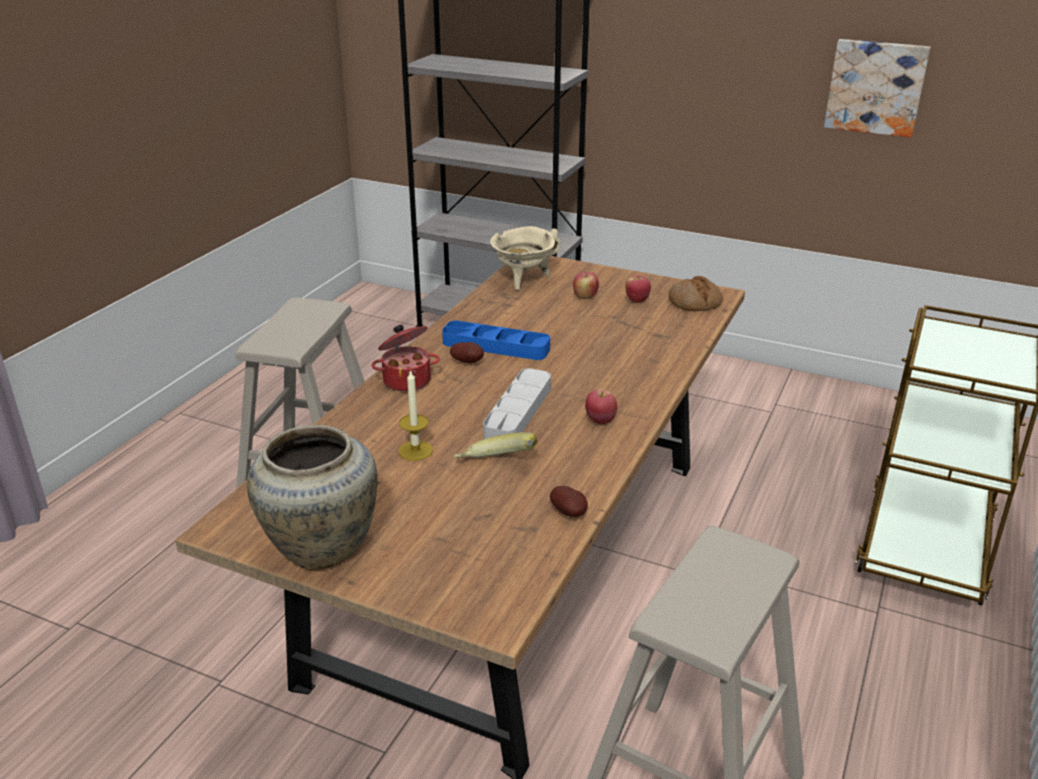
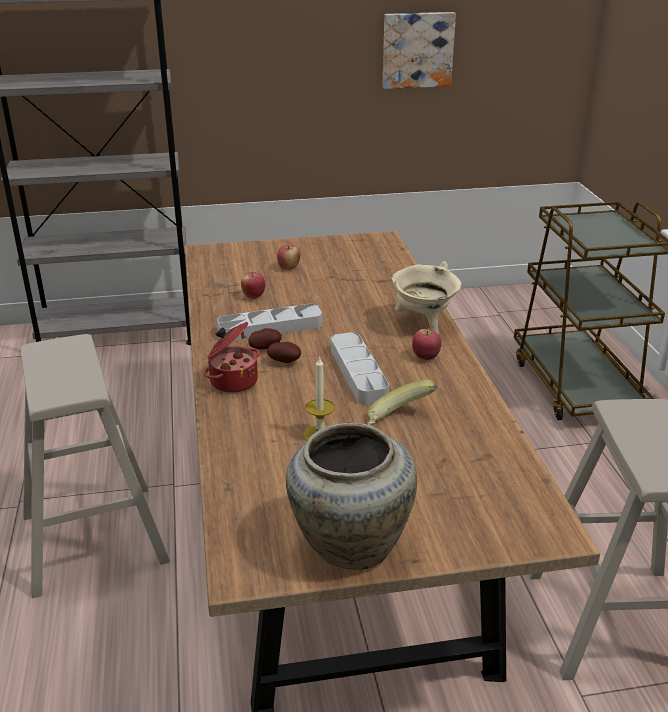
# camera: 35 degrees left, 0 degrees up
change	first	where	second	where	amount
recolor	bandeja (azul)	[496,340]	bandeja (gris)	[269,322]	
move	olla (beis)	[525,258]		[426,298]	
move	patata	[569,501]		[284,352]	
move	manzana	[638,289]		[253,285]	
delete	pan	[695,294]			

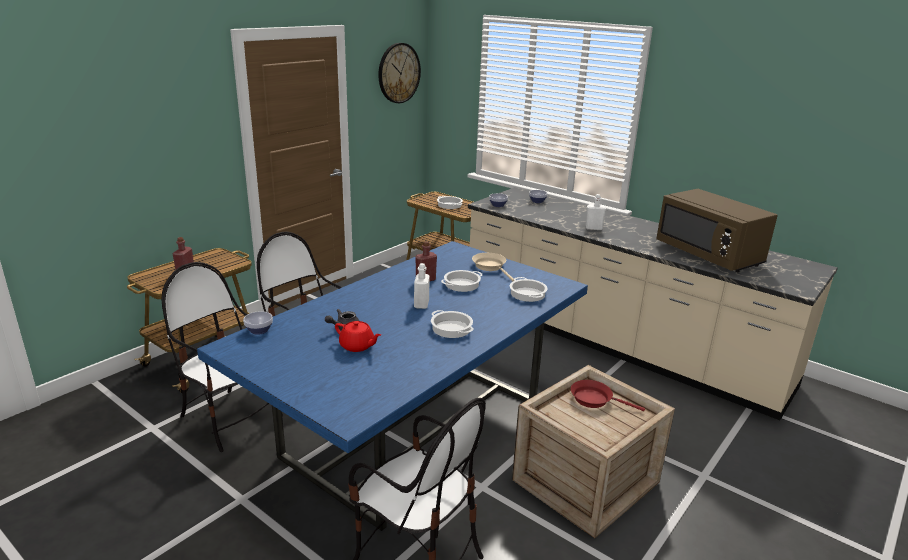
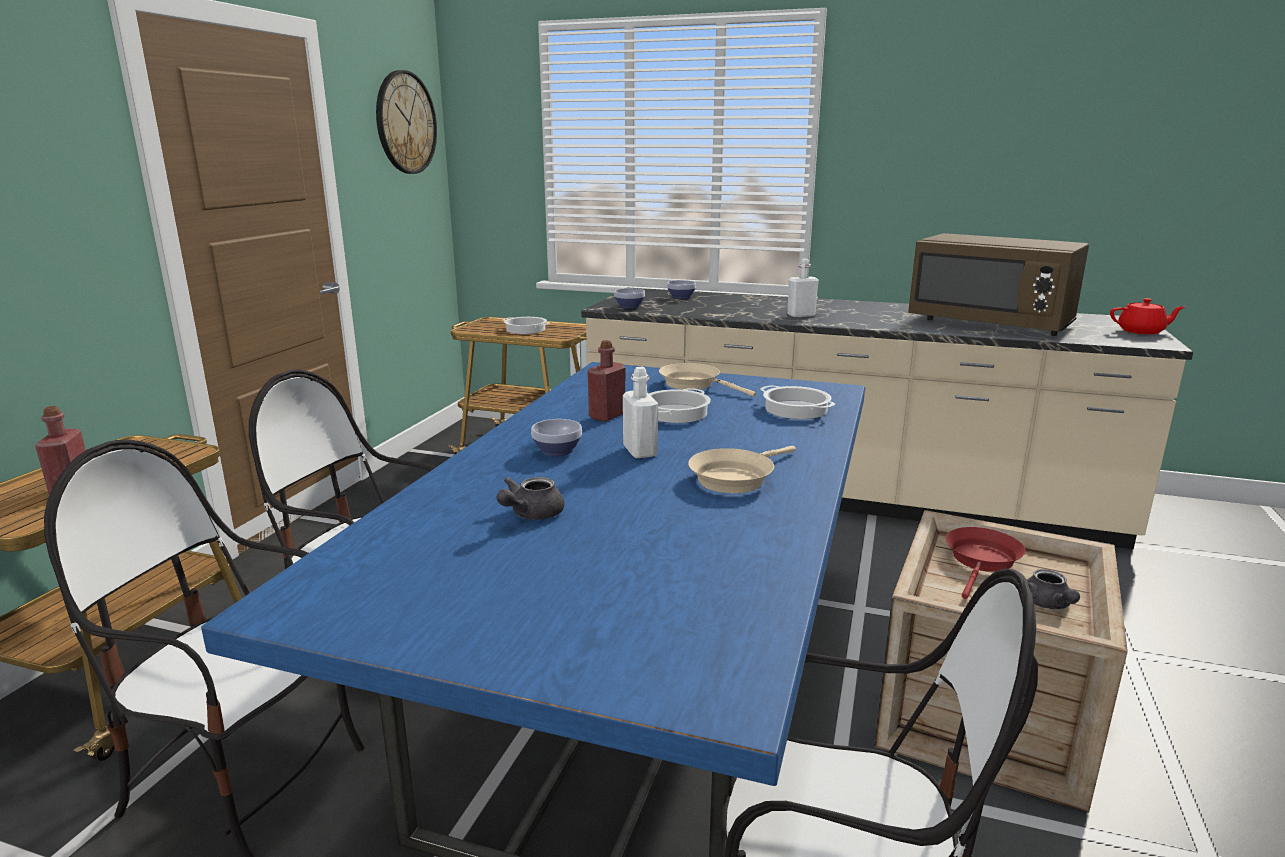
# camera: 20 degrees left, 5 degrees down
change	first	where	second	where	amount
move	cuenco	[258,323]		[556,438]	
move	tetera (rojo)	[358,336]		[1147,316]	
replace	olla	[452,324]	sartén (beis)	[742,469]	
rotate	sartén (rojo)	[608,395]		[985,563]	120 degrees clockwise
insert			tetera (gris)	[1053,589]	

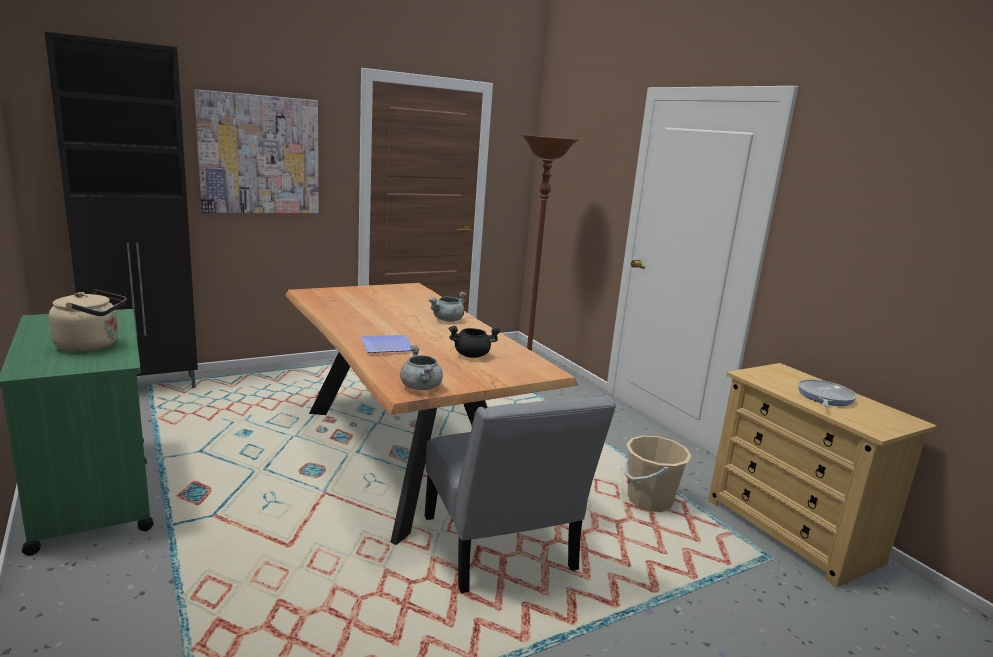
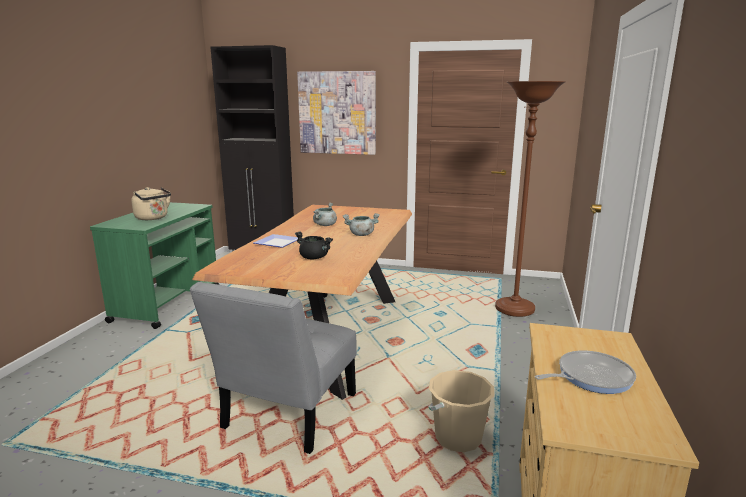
# camera: 45 degrees right, 0 degrees up
change	first	where	second	where	amount
move	olla (gris)	[421,367]		[325,214]	

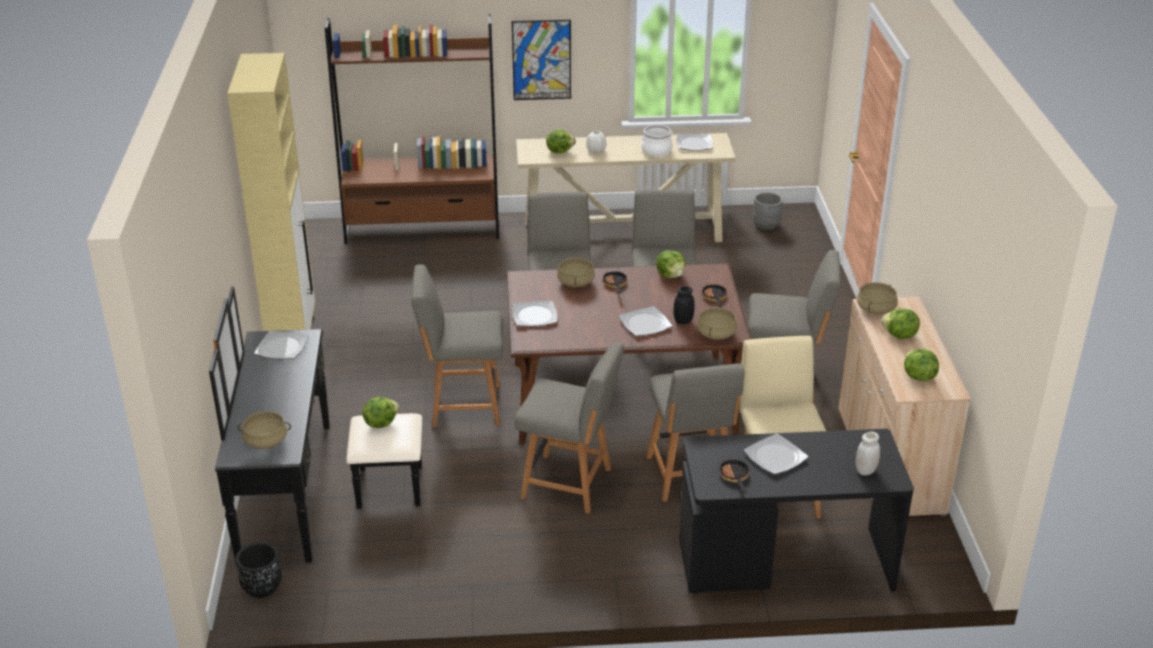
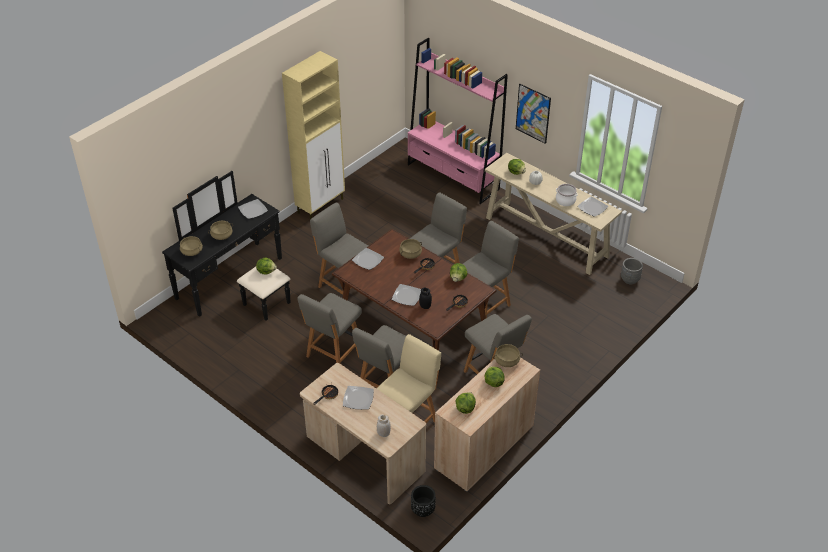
# camera: 45 degrees right, 10 degrees up
change	first	where	second	where	amount
move	maceta (negro)	[259,570]		[423,501]	
recolor	estantería (marrón)	[412,129]	estantería (rosa)	[458,121]	
rotate	silla (gris)	[569,428]		[329,328]	60 degrees clockwise
recolor	escritorio (negro)	[796,511]	escritorio (beis)	[363,433]	
move	olla (beis)	[717,323]		[220,230]	

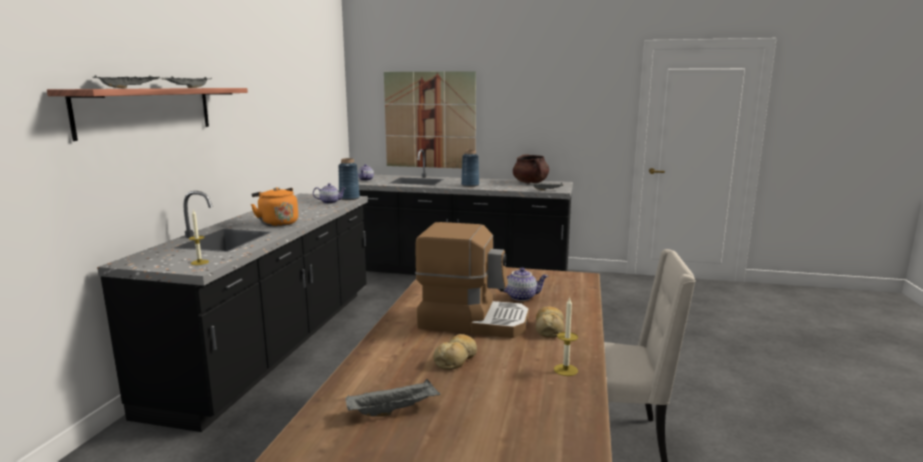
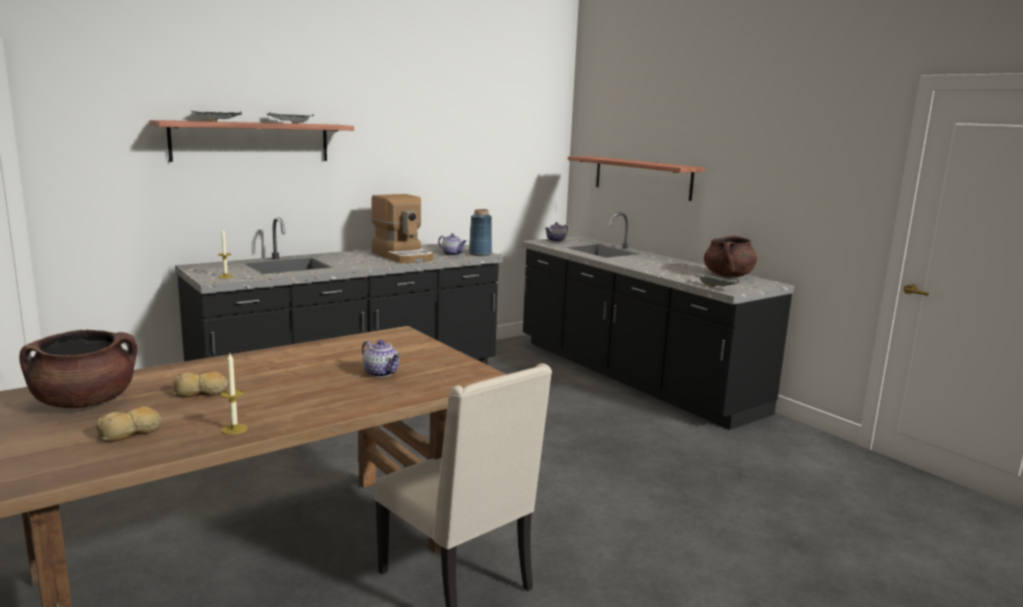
# camera: 40 degrees right, 0 degrees up
change	first	where	second	where	amount
delete	hervidor (naranja)	[274,206]			
replace	bandeja (gris)	[392,398]	olla (marrón)	[78,369]	
replace	cuadro	[430,119]	estante	[636,178]	
move	cafetera	[472,280]		[402,228]	
delete	florero (azul)	[470,168]			
move	pan	[550,322]		[128,424]	

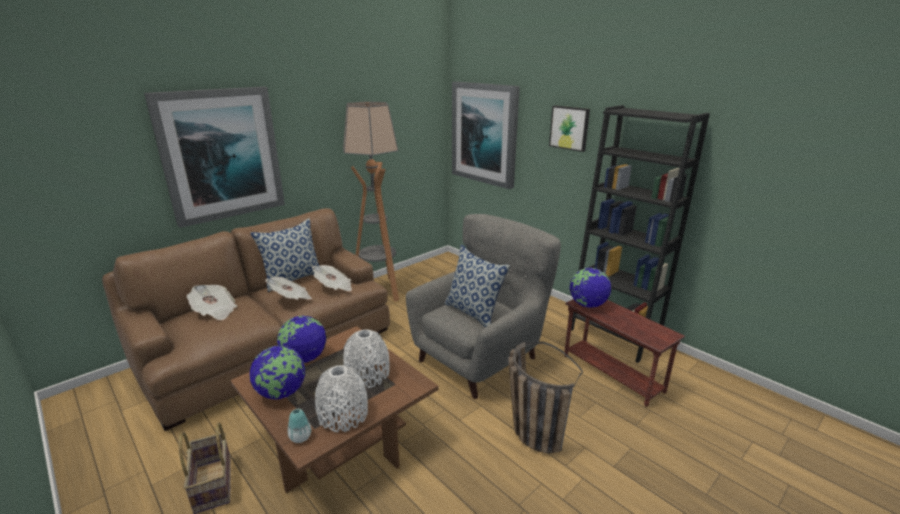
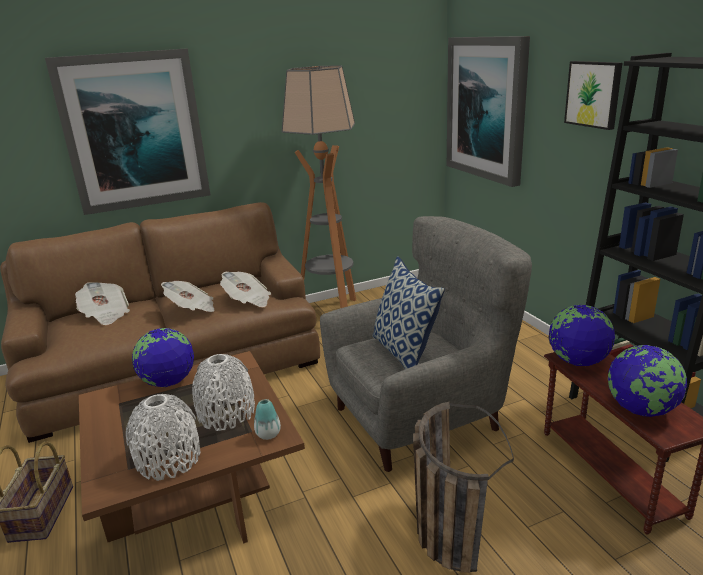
# camera: 20 degrees right, 0 degrees up
change	first	where	second	where	amount
delete	cojín	[284,255]			
move	globo terráqueo	[278,372]		[647,381]	
move	florero	[299,426]		[267,419]	

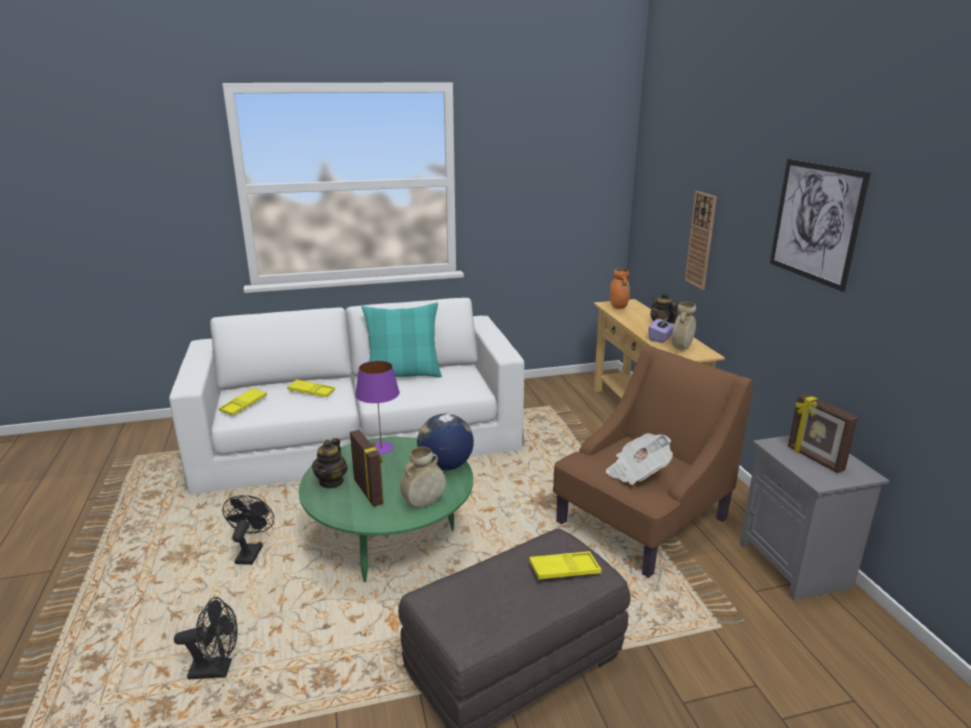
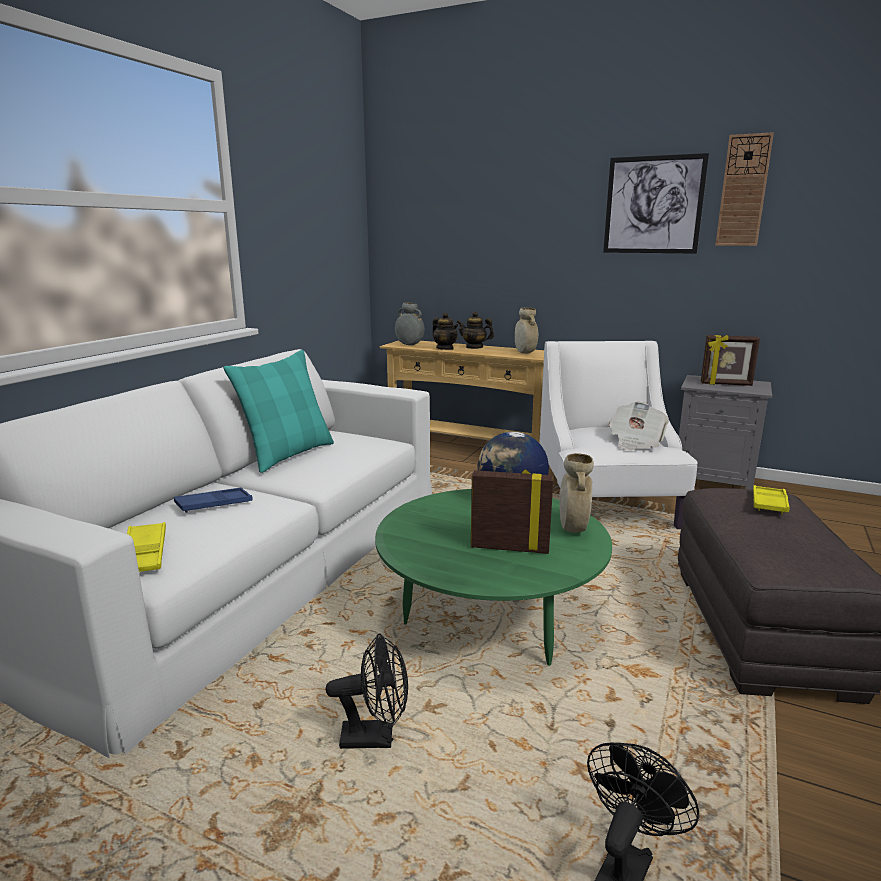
# camera: 50 degrees left, 5 degrees down
change	first	where	second	where	amount
rotate	ventilador (negro)	[248,530]		[367,691]	135 degrees clockwise
recolor	bandeja (amarillo)	[311,388]	bandeja (azul)	[213,500]	
move	tetera	[330,463]		[445,331]	
delete	lámpara de mesa (morado)	[377,408]			
recolor	sillón (marrón)	[653,461]	sillón (blanco)	[618,435]	
recolor	florero (naranja)	[620,288]	florero (gris)	[410,323]	
delete	caja de pañuelos (morado)	[661,330]			
move	reloj de pared	[701,240]		[744,189]	

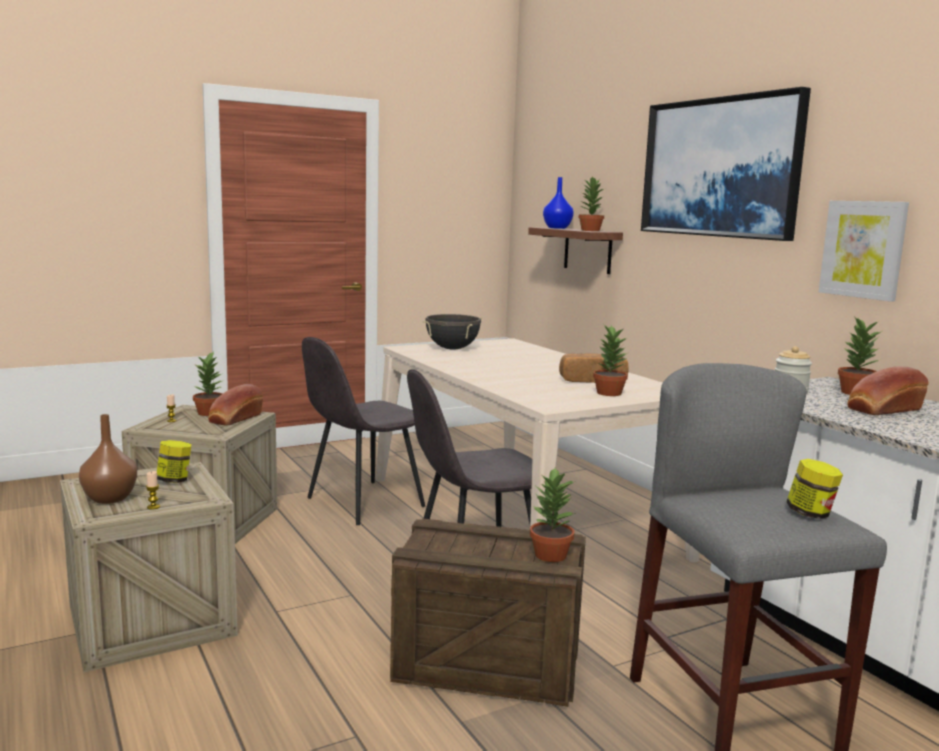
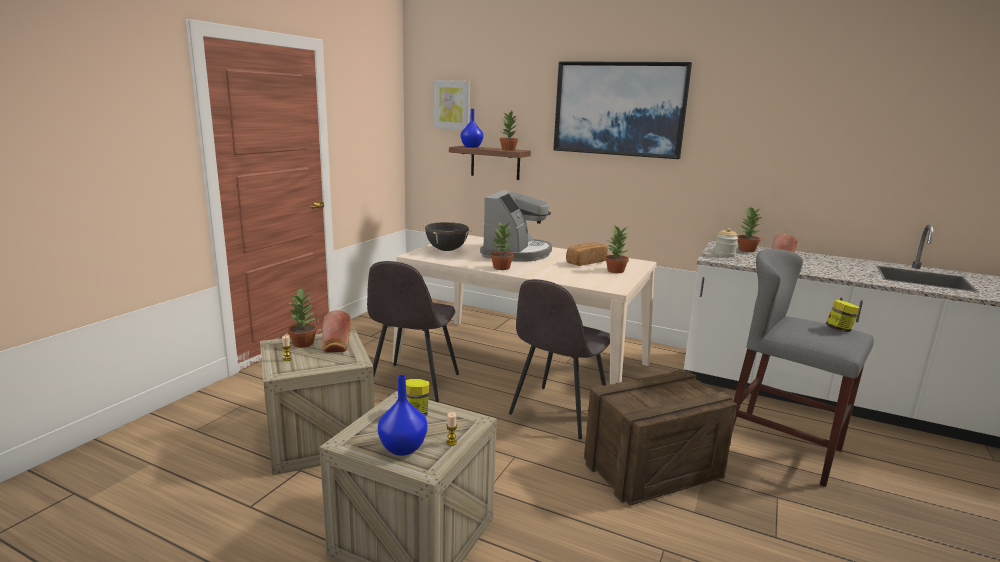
# camera: 35 degrees left, 5 degrees up
change	first	where	second	where	amount
recolor	florero (marrón)	[108,459]	florero (azul)	[403,415]	
move	planta en maceta	[553,515]		[502,246]	
move	cuadro	[864,251]		[451,105]	
insert			cafetera	[516,226]	

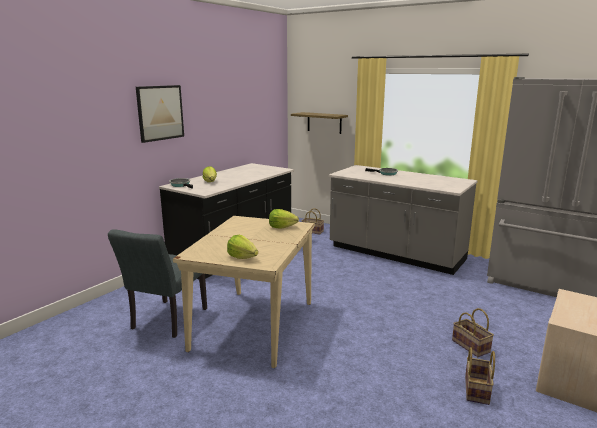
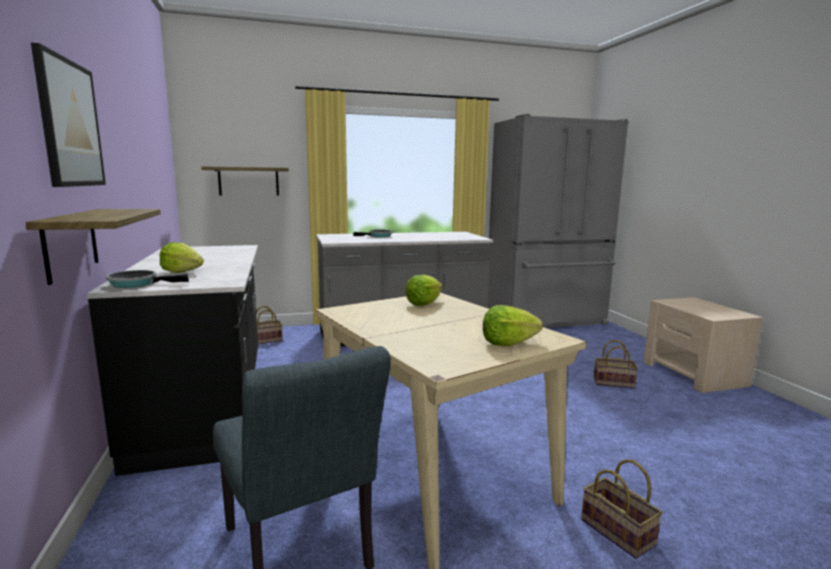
# camera: 50 degrees left, 5 degrees down
change	first	where	second	where	amount
move	cesta	[480,376]		[622,509]	
insert			estante	[93,247]	

